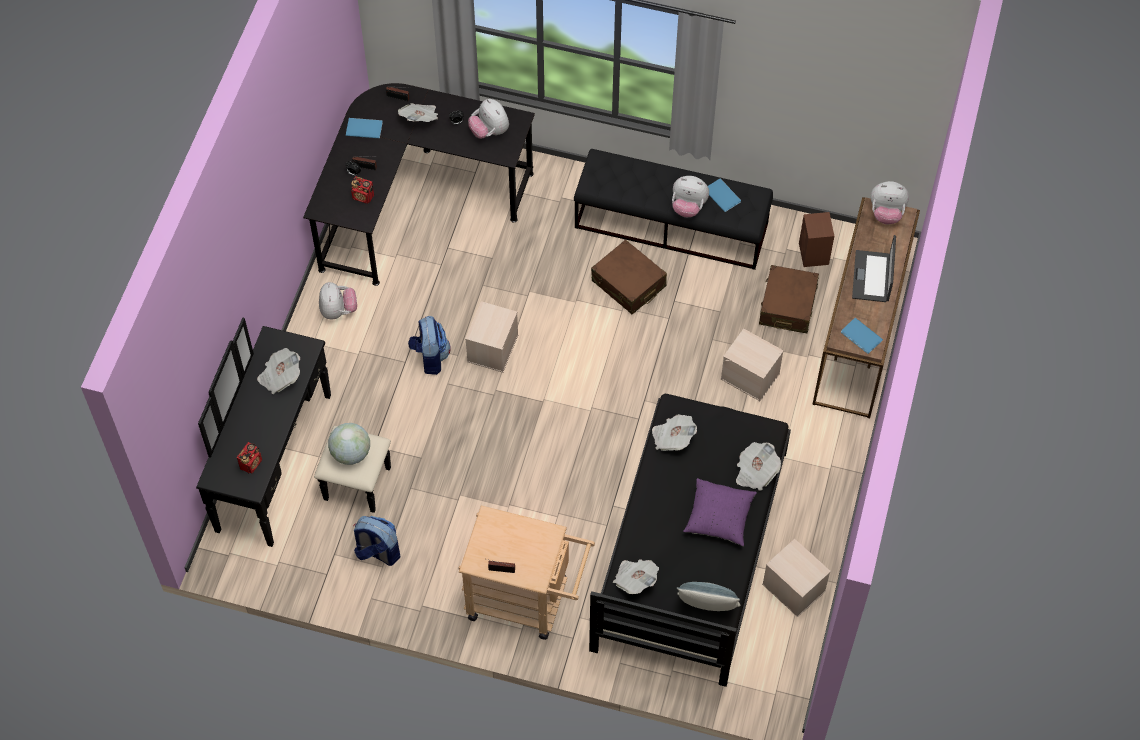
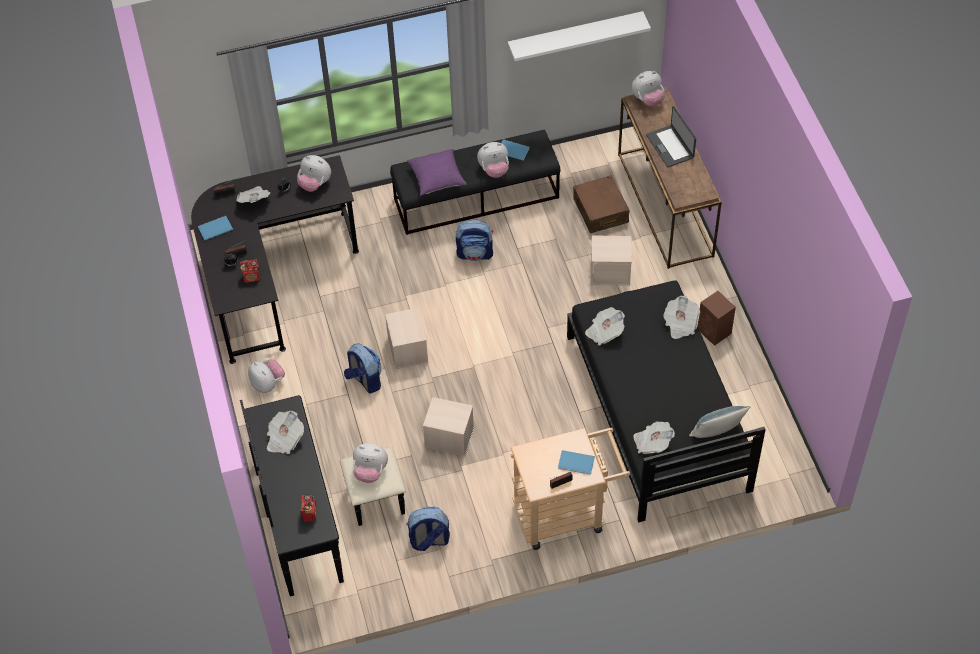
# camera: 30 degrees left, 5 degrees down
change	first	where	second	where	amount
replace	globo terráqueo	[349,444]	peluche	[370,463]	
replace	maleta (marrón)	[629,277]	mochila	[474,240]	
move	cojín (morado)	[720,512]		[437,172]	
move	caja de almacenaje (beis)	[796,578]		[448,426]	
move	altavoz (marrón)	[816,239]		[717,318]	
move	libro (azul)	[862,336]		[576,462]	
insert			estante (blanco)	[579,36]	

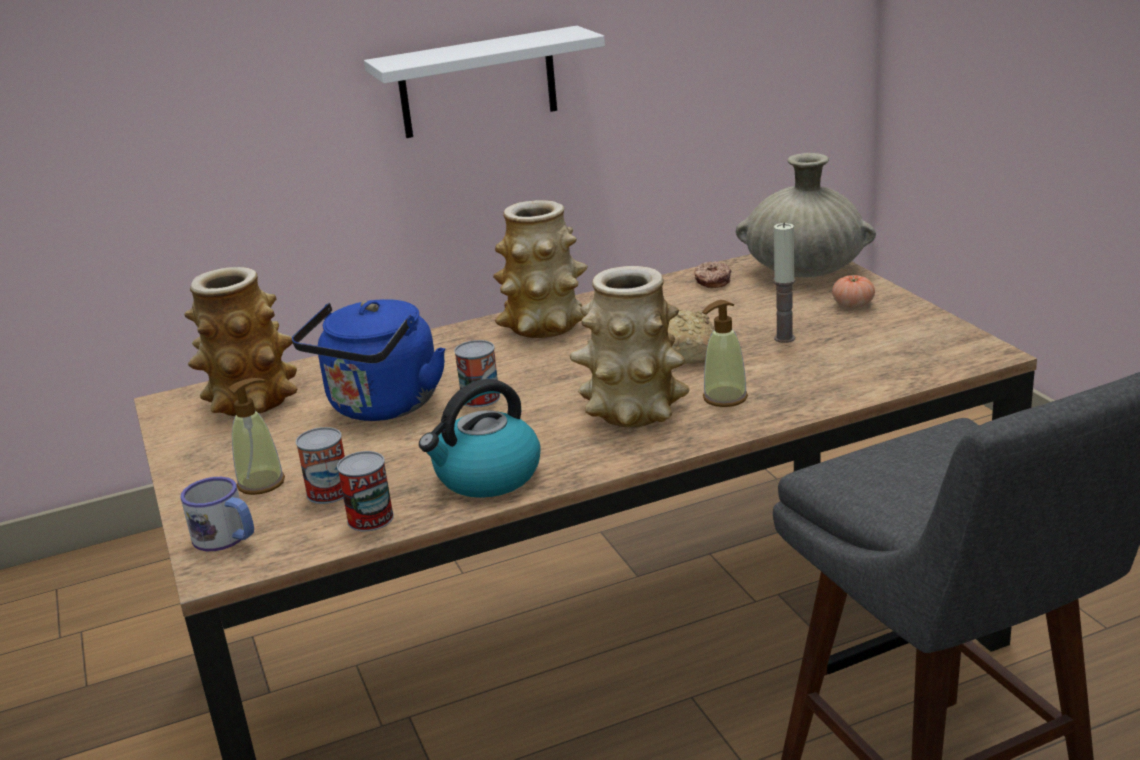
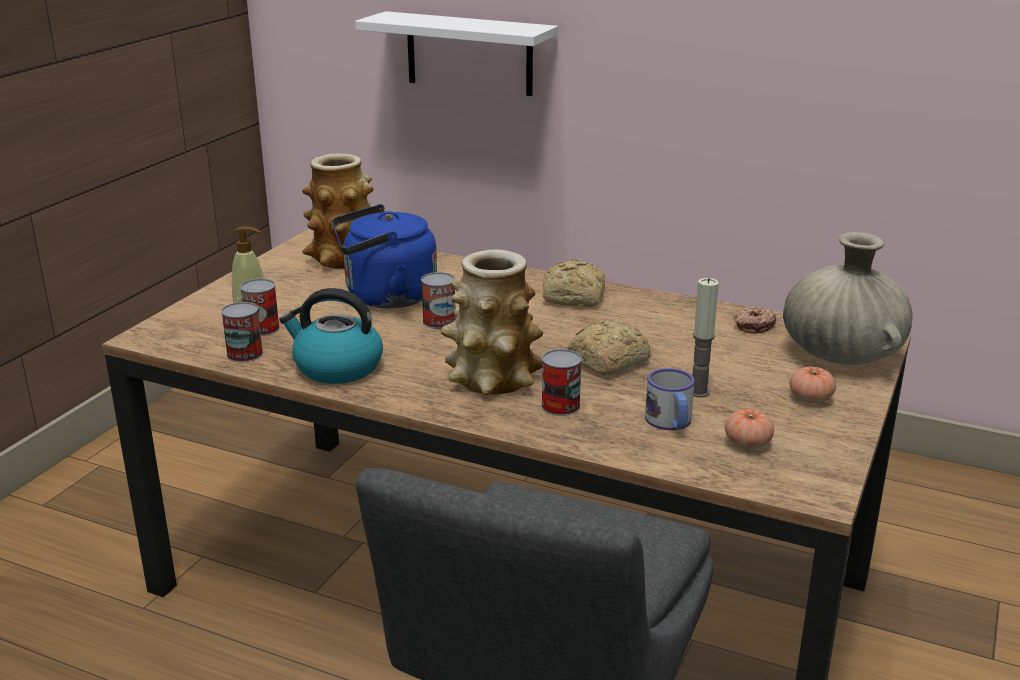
# camera: 45 degrees right, 0 degrees up
change	first	where	second	where	amount
move	taza grande	[217,514]		[670,399]	
move	estante (blanco)	[484,82]		[456,53]	
replace	florero	[540,269]	pan	[573,283]	
replace	dispensador de jabón	[725,353]	lata	[561,382]	
insert			tomate	[749,429]	

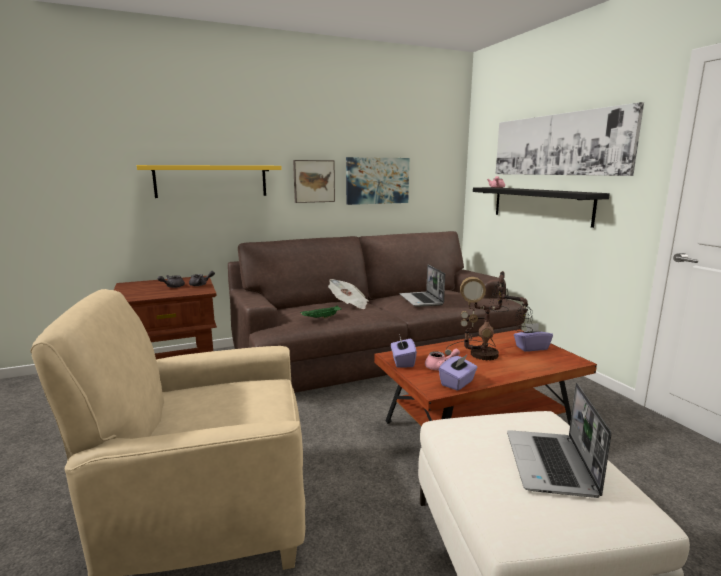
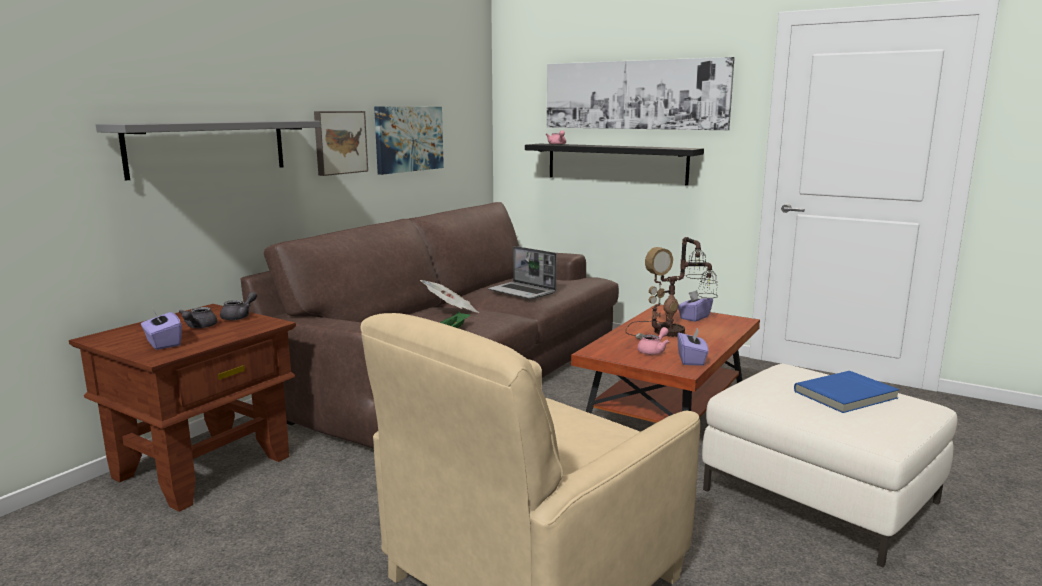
# camera: 35 degrees left, 0 degrees up
change	first	where	second	where	amount
recolor	estante (amarillo)	[209,181]	estante (gris)	[208,150]	
move	caja de pañuelos (morado)	[404,351]		[161,329]	
replace	portátil	[559,440]	libro (azul)	[846,392]	

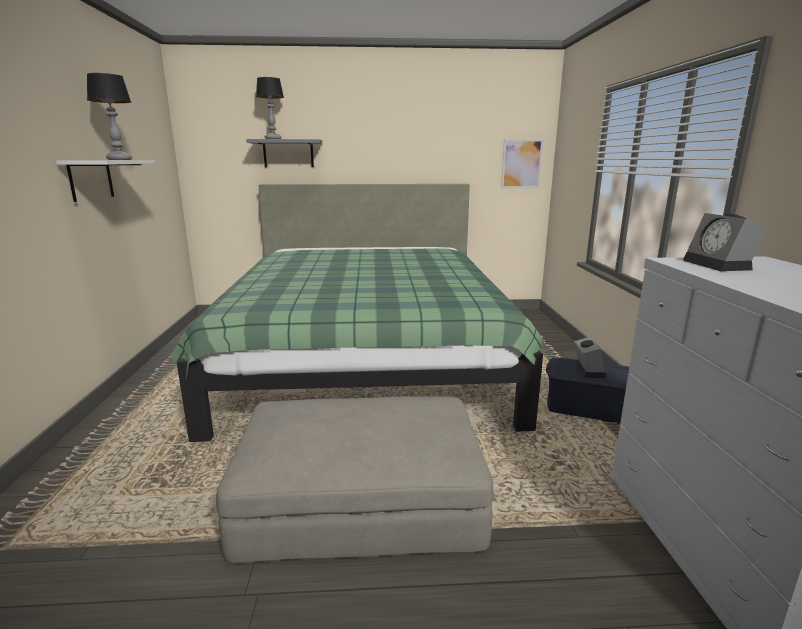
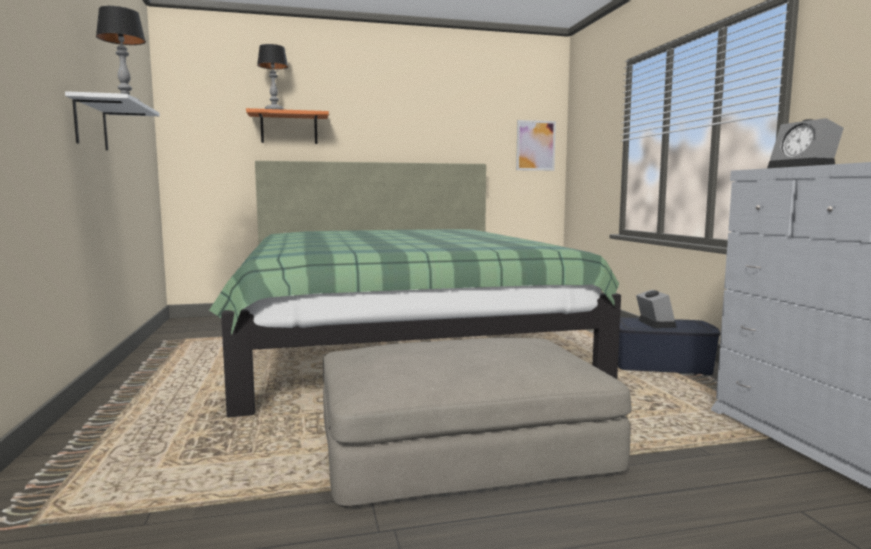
# camera: 10 degrees left, 10 degrees down
change	first	where	second	where	amount
recolor	estante (gris)	[284,153]	estante (naranja)	[287,126]	

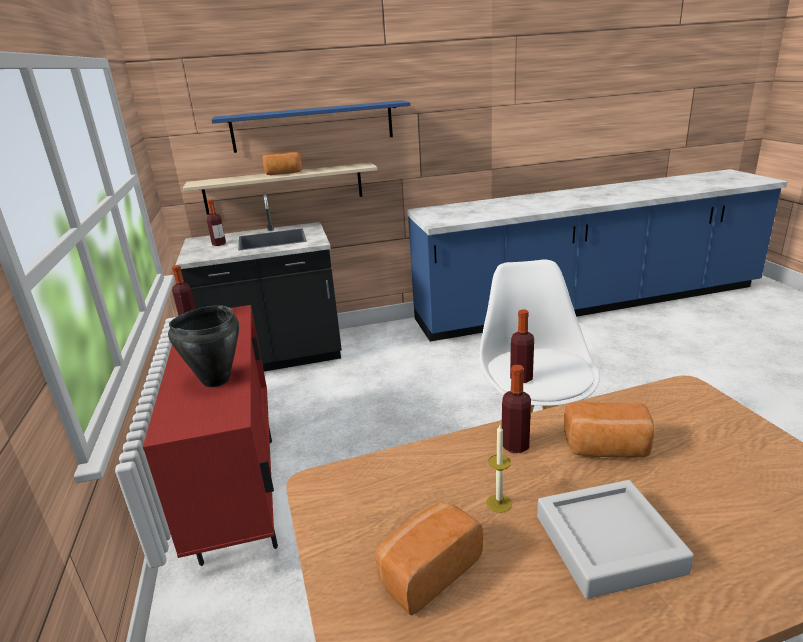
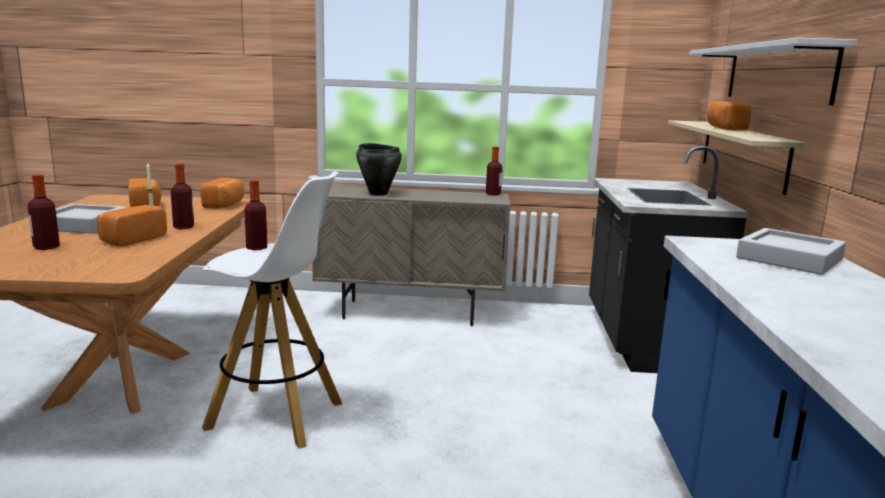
# camera: 105 degrees right, 10 degrees down
change	first	where	second	where	amount
recolor	armario (rojo)	[210,435]	armario (beis)	[411,256]	
move	botella	[216,222]		[44,212]	
recolor	estante (azul)	[311,127]	estante (blanco)	[773,71]	
insert			pan	[223,193]	
insert			bandeja (gris)	[791,251]	

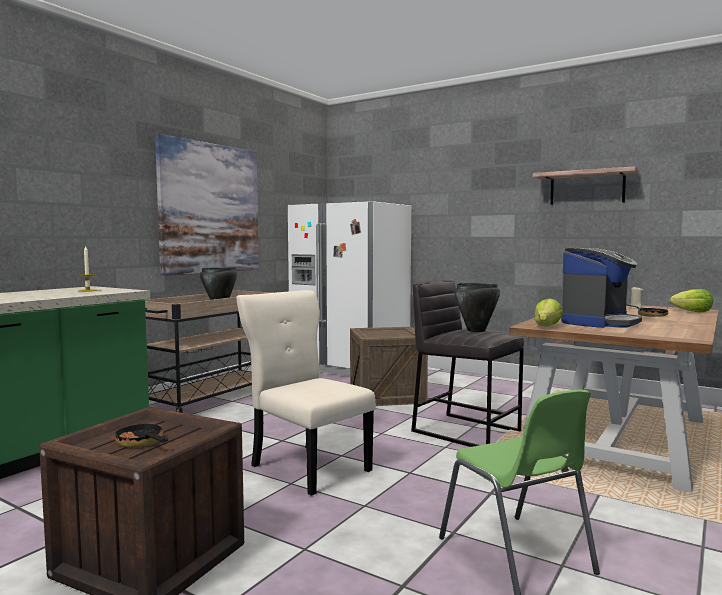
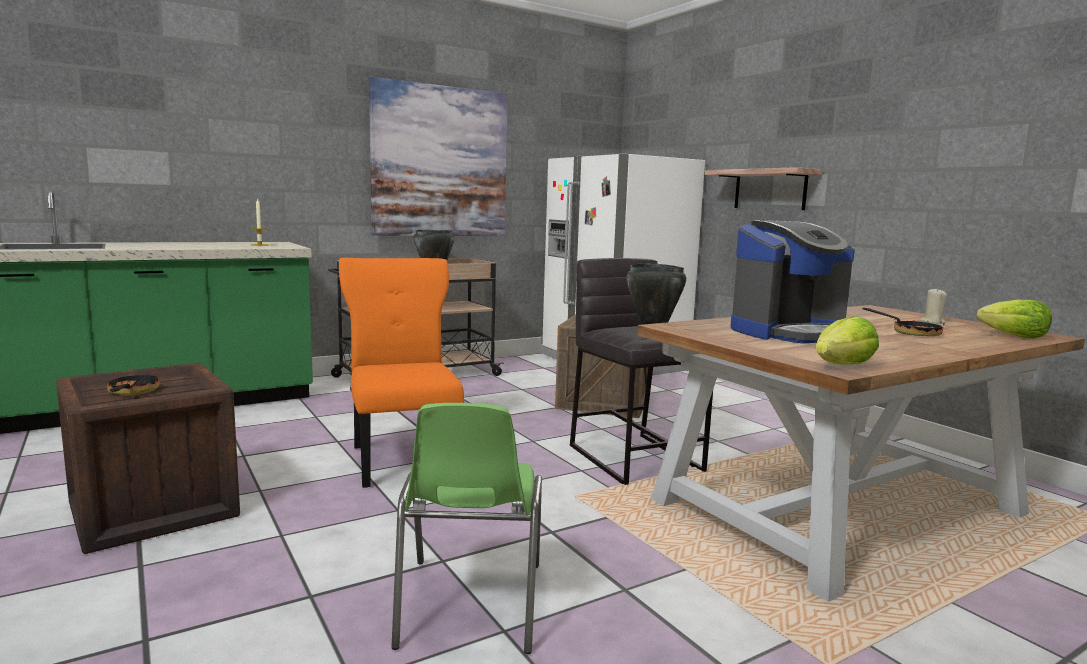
# camera: 25 degrees right, 5 degrees up
change	first	where	second	where	amount
recolor	silla (beis)	[306,393]	silla (naranja)	[401,373]	
move	estante	[586,185]		[763,188]	
move	lechuga	[548,312]		[847,340]	

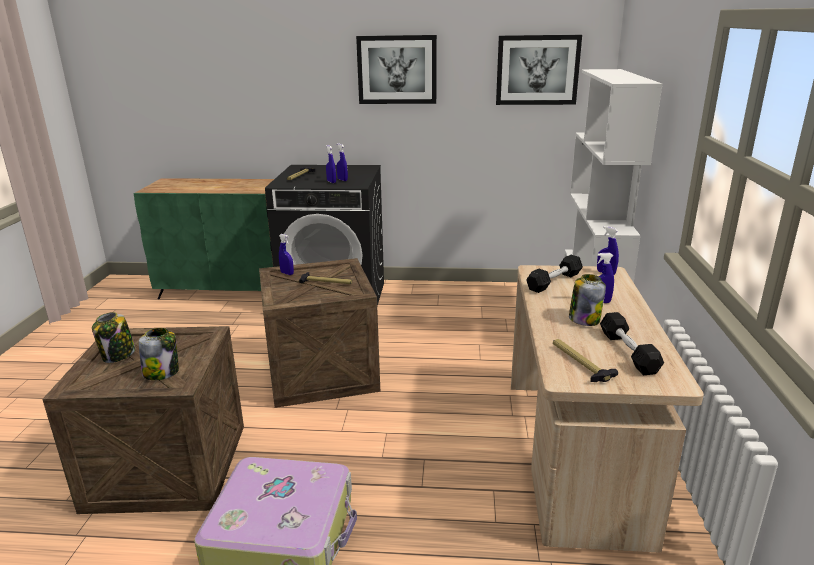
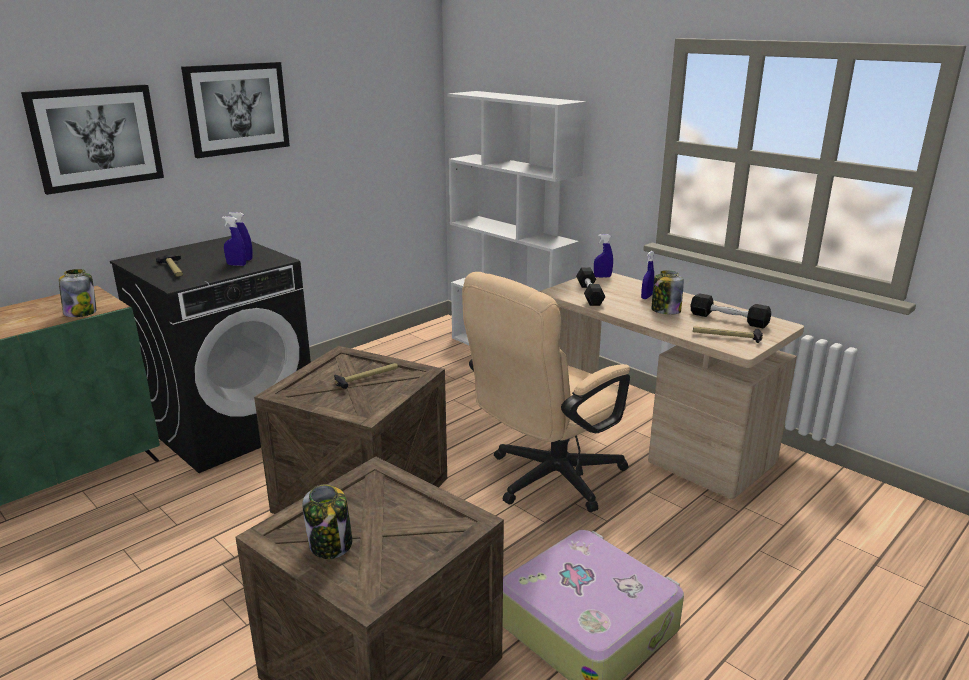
# camera: 50 degrees left, 0 degrees up
change	first	where	second	where	amount
move	tarro	[159,354]		[77,293]	
delete	pulverizador (azul)	[286,254]			
move	cuadro	[539,70]		[92,139]	
insert			silla de oficina (beis)	[546,392]	

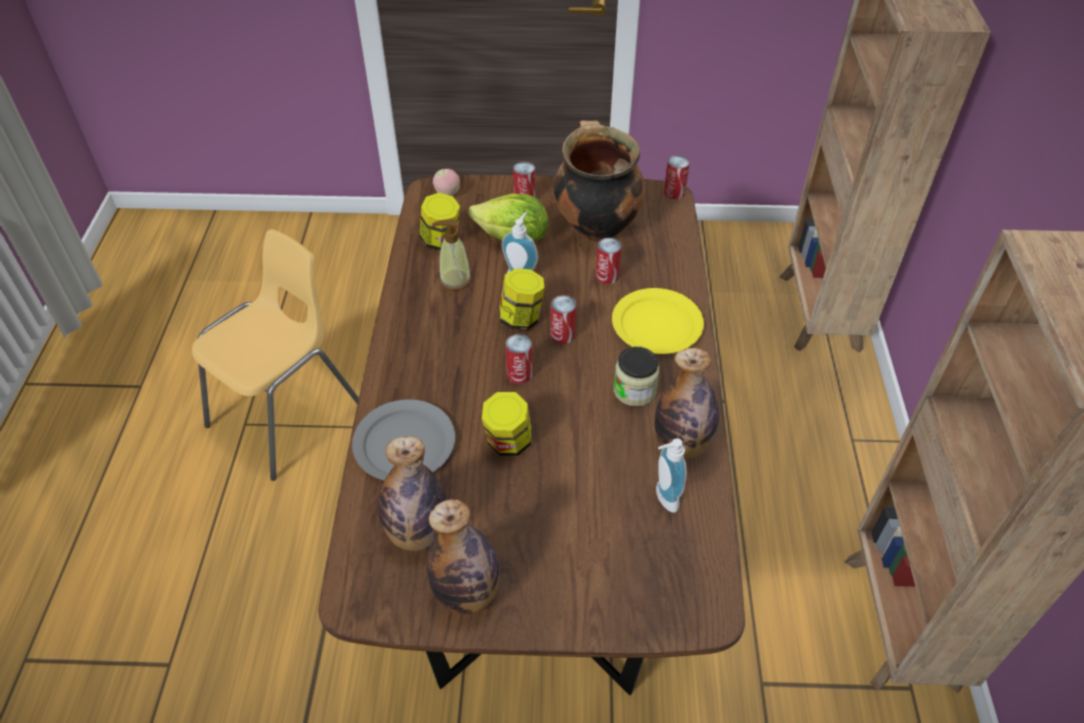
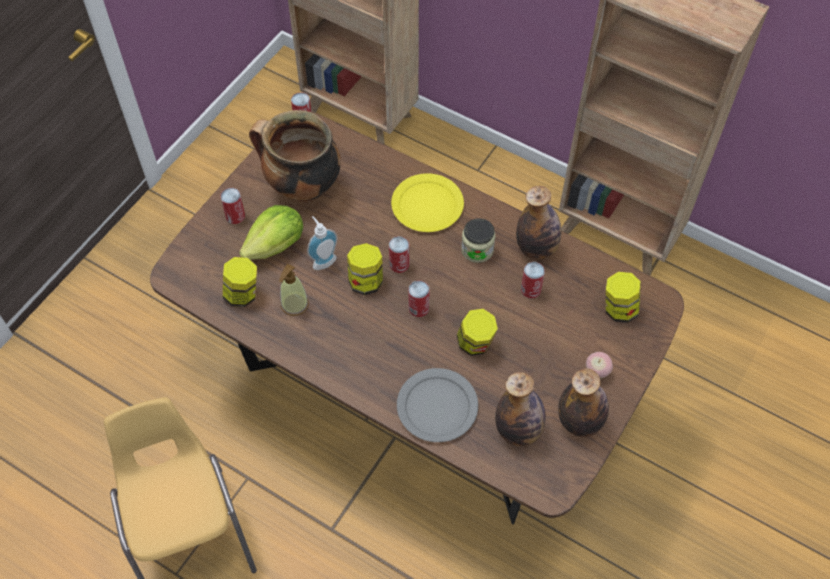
# camera: 60 degrees left, 10 degrees up
change	first	where	second	where	amount
move	manzana	[446,182]		[599,365]	
move	lata	[609,261]		[533,280]	
delete	dispensador de jabón	[671,475]			
insert			tarro	[623,297]	

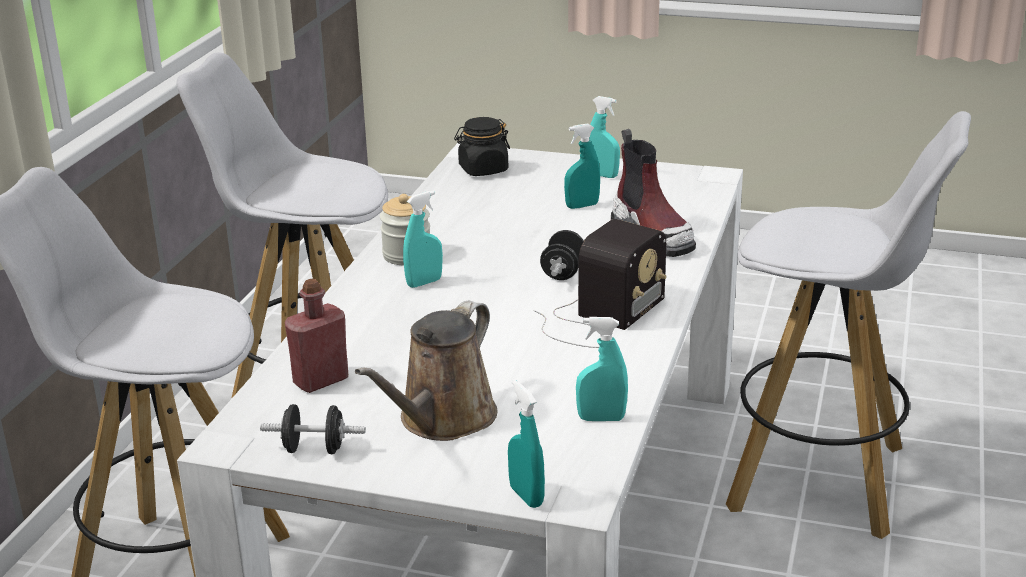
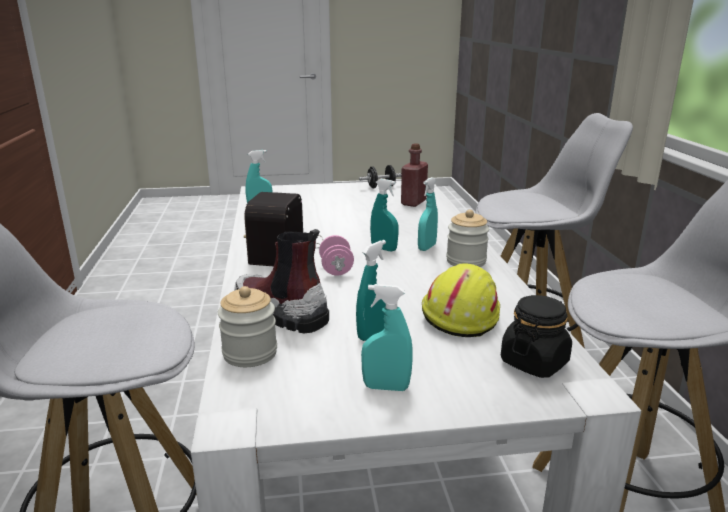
# camera: 155 degrees right, 5 degrees down
change	first	where	second	where	amount
delete	regadera (marrón)	[426,371]			
move	pulverizador (turquesa)	[526,444]		[384,215]	
recolor	mancuerna (negro)	[562,255]	mancuerna (rosa)	[336,255]	
insert			tarro	[247,326]	
insert			casco (amarillo)	[461,300]	

